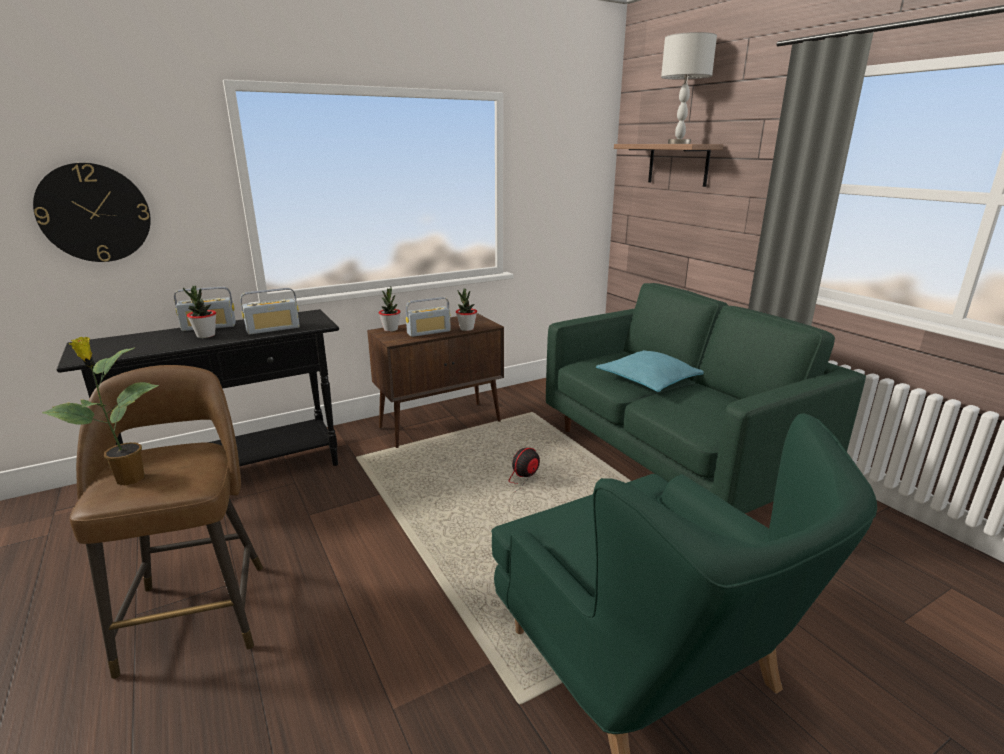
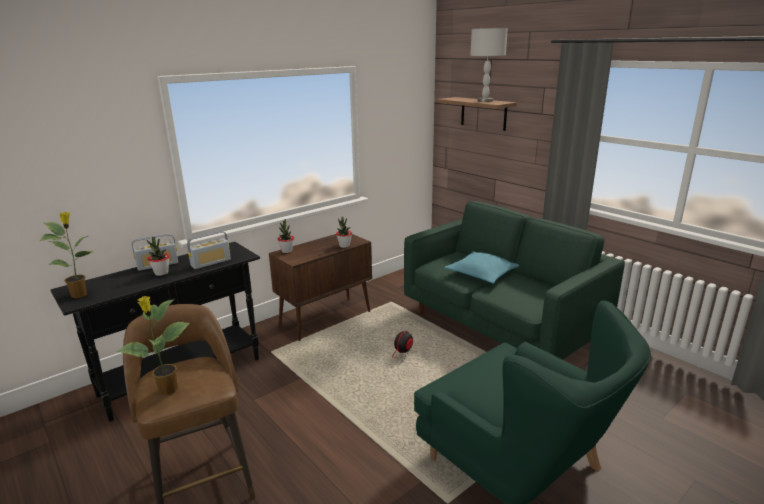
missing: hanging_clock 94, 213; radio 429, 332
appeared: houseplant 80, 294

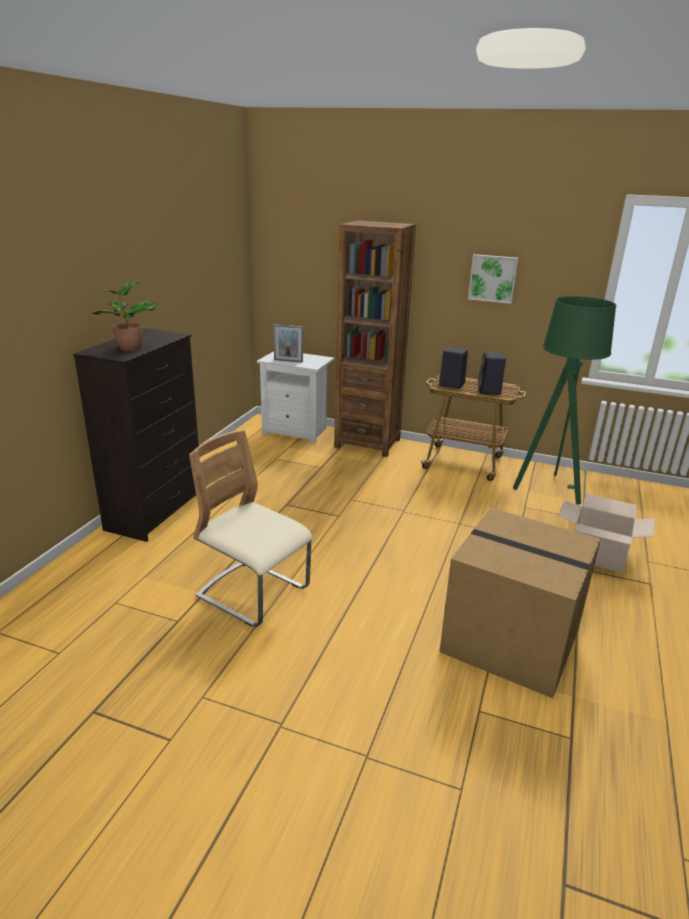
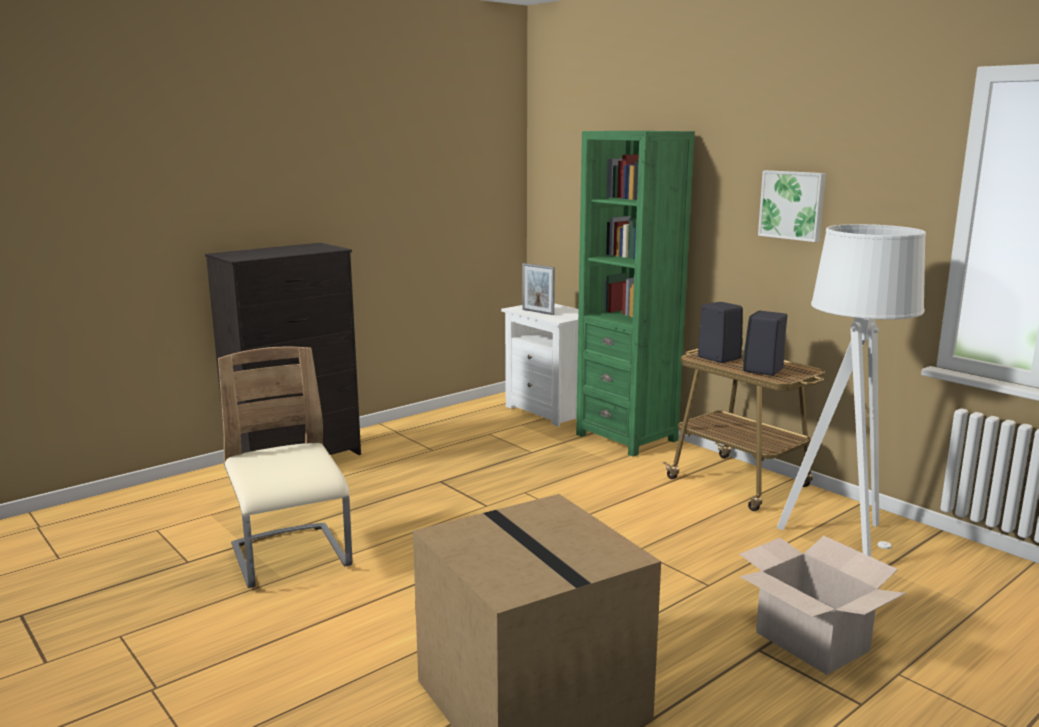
missing: houseplant 129, 348
colour: brown-coloured_bookcase 367, 443 to greenish_bookcase 626, 437; greenish_floor_lamp 549, 489 to whitish_floor_lamp 840, 540

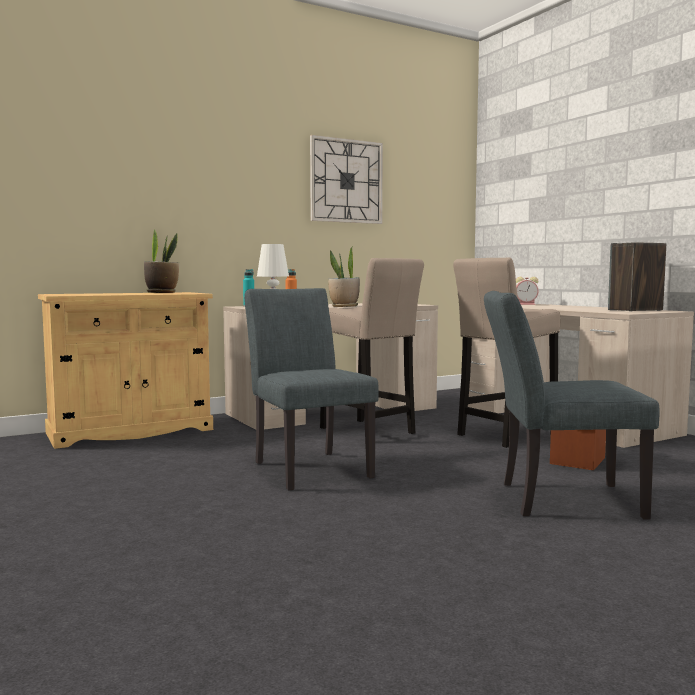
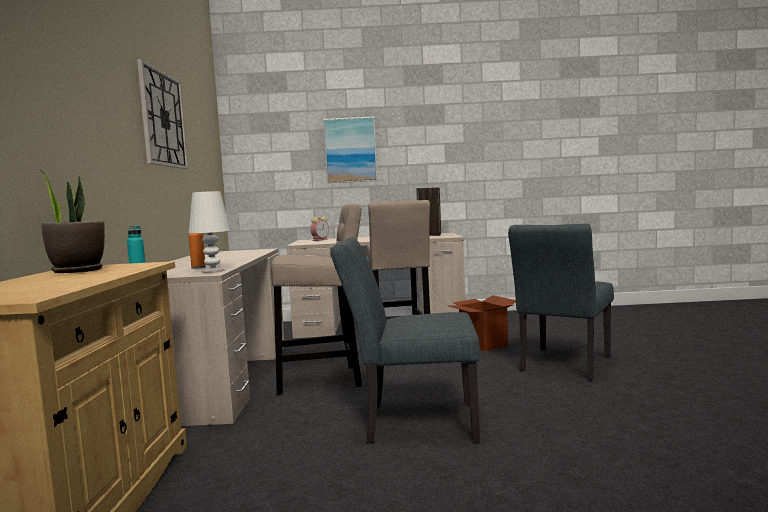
missing: houseplant 344, 306
appeared: wall_picture 350, 150

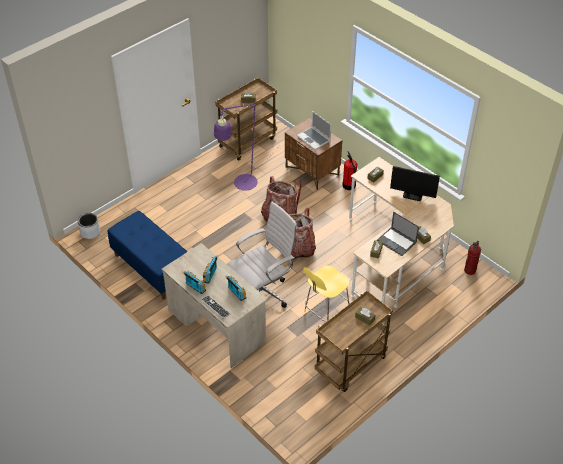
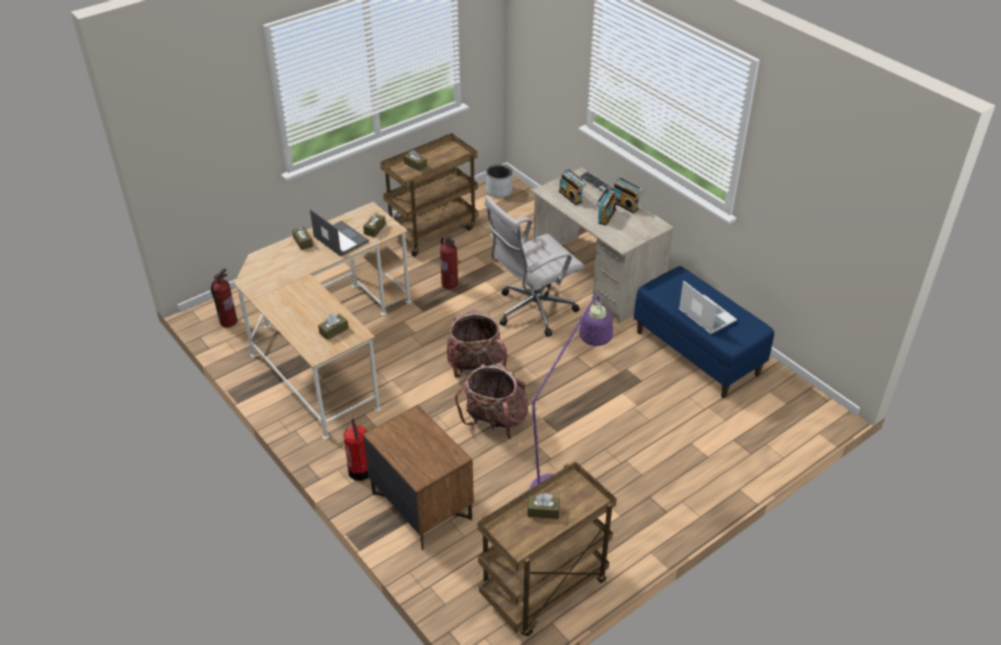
missing: computer_display 412, 195
relocated: gray_plant_pot 90, 232 to 499, 191; portable_computer 314, 139 to 705, 315
exchanged: yellowish_stool 325, 313 to fire-fighting_cylinder 450, 284

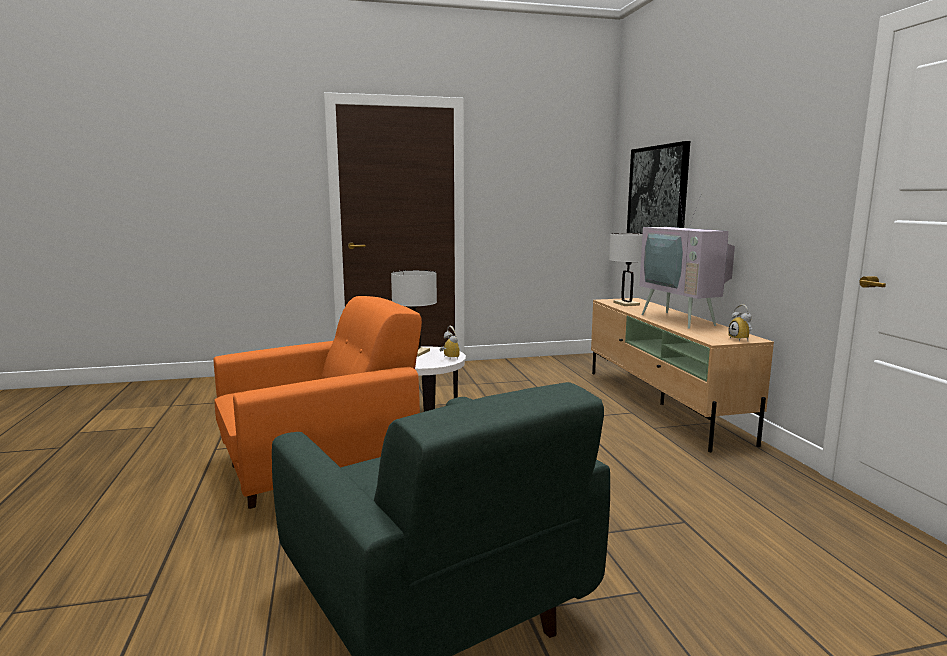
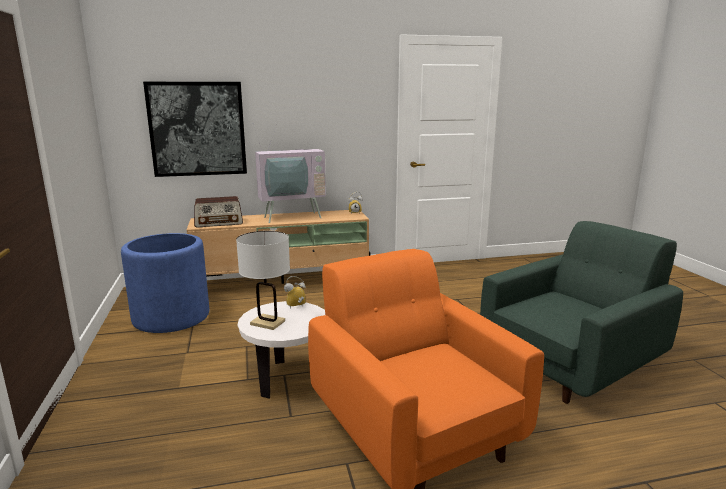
appeared: blue-coloured_plant_pot 171, 317
exchanged: whitish_lamp_for_a_table 626, 304 to radio 219, 223

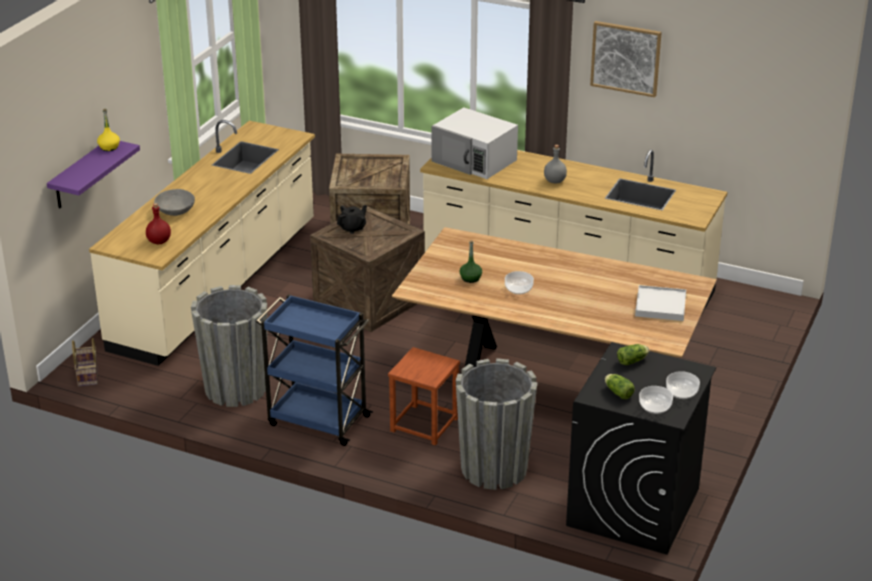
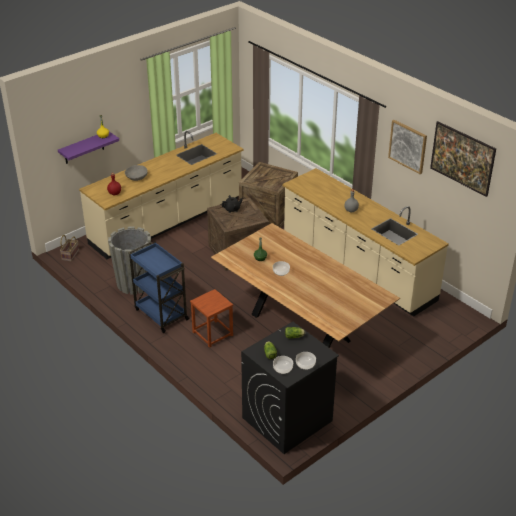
missing: whitish_microwave_oven 474, 160; gray_plant_pot 494, 469; whitish_tray 660, 305
appeared: wall_picture 460, 170

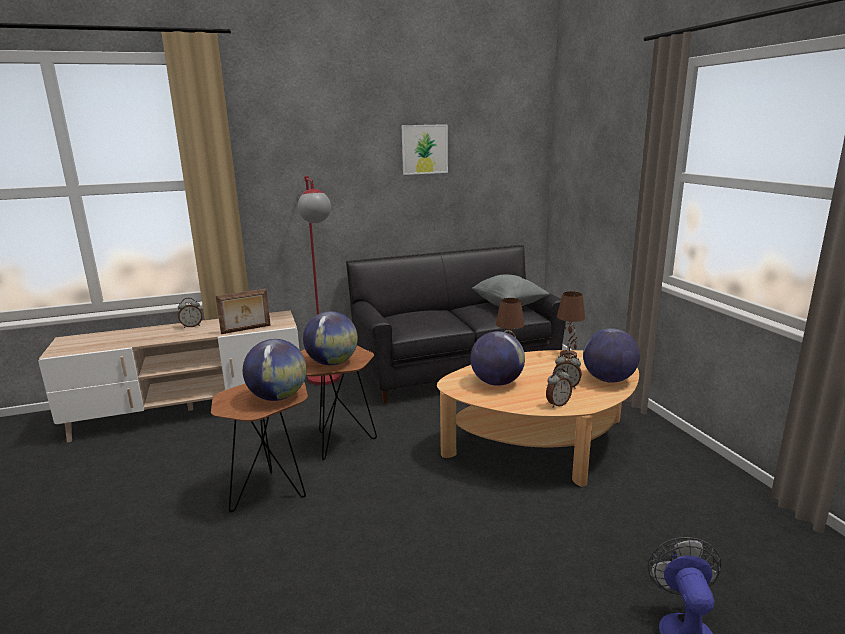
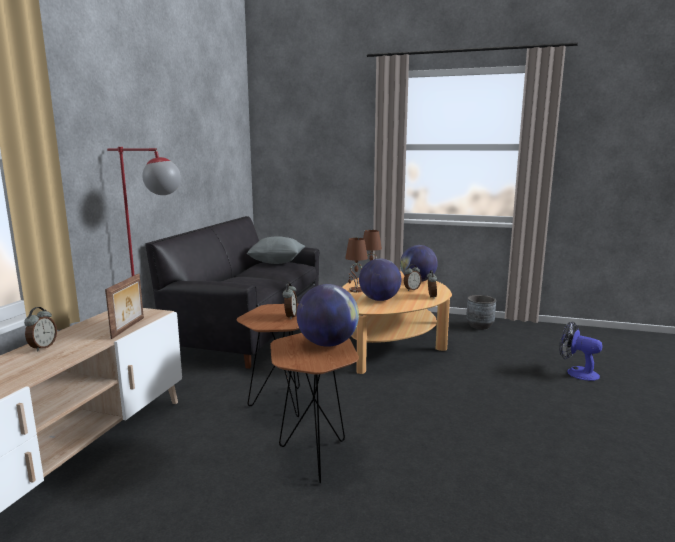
missing: wall_picture 424, 149
appeared: gray_plant_pot 480, 326
exchanged: globe 332, 363 to table_clock 290, 316

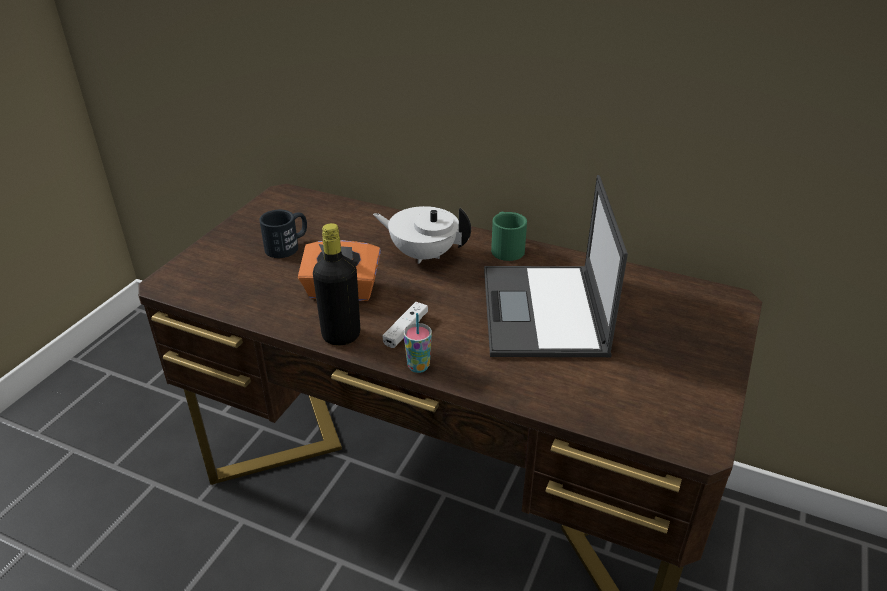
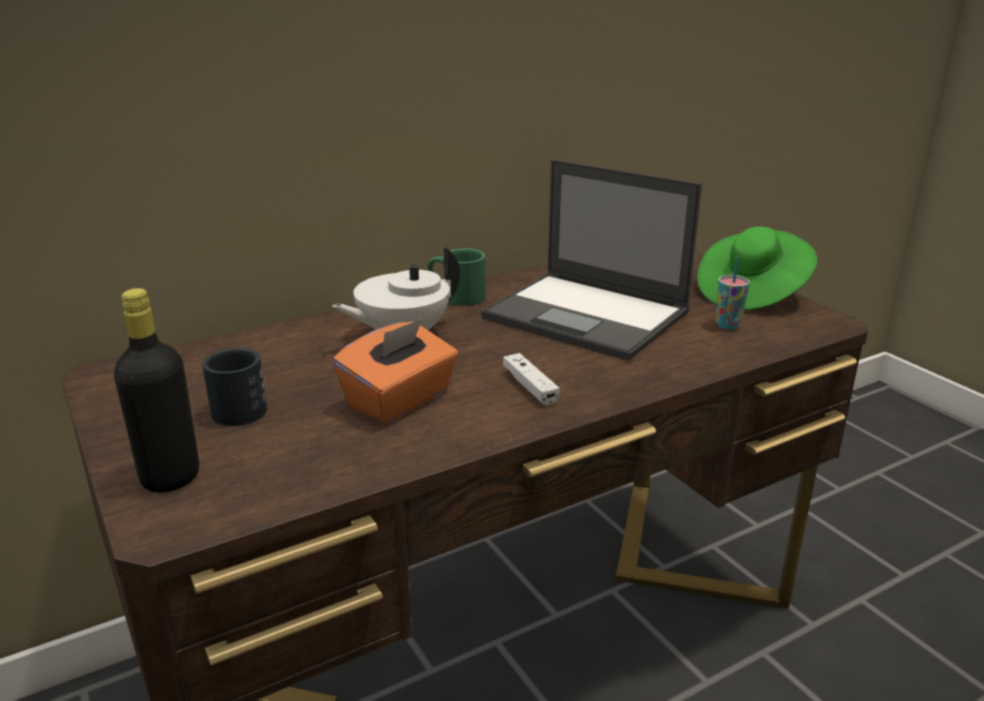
appeared: greenish_hat 751, 293
relocated: black_bottle 341, 336 to 170, 477; drinking_cup 418, 366 to 728, 325

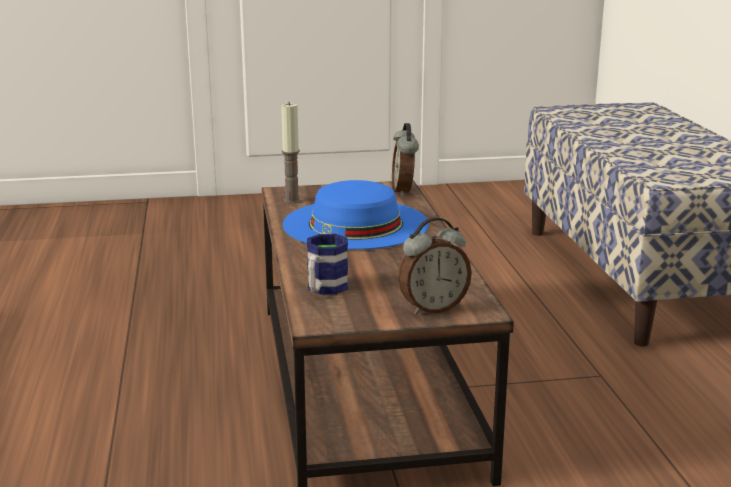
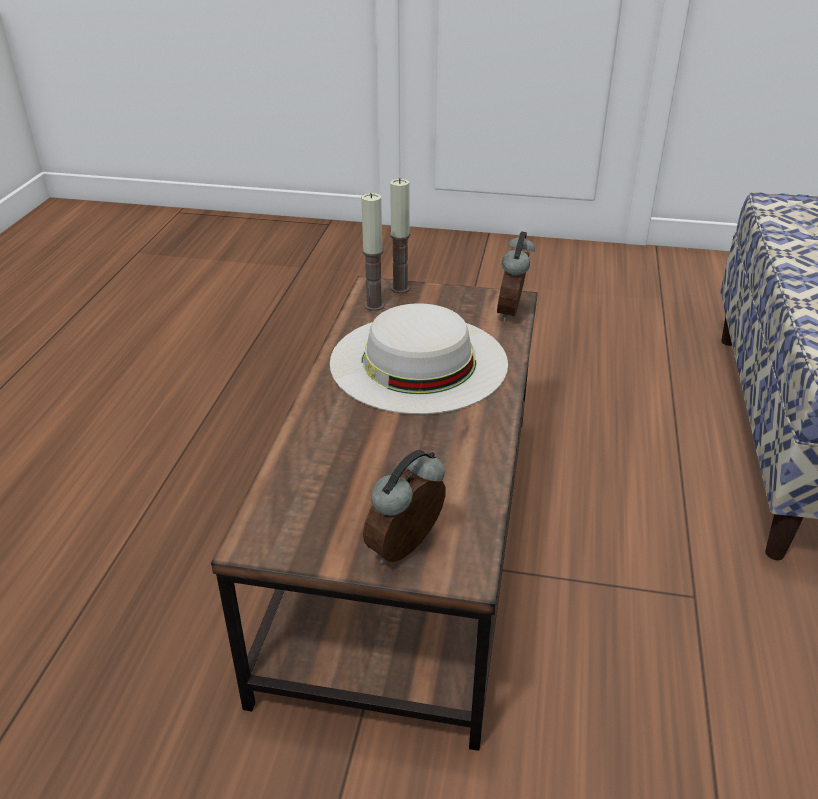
missing: tea_mug 324, 289
appeared: candle 400, 288
colour: blue-coloured_hat 355, 224 to whitish_hat 418, 362
spun: table_clock 433, 308 = 407, 550 135 degrees clockwise

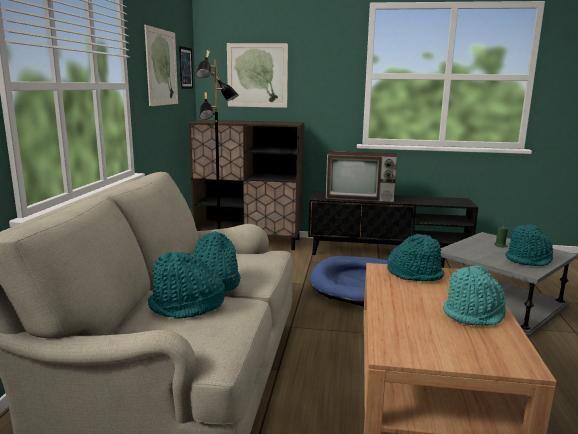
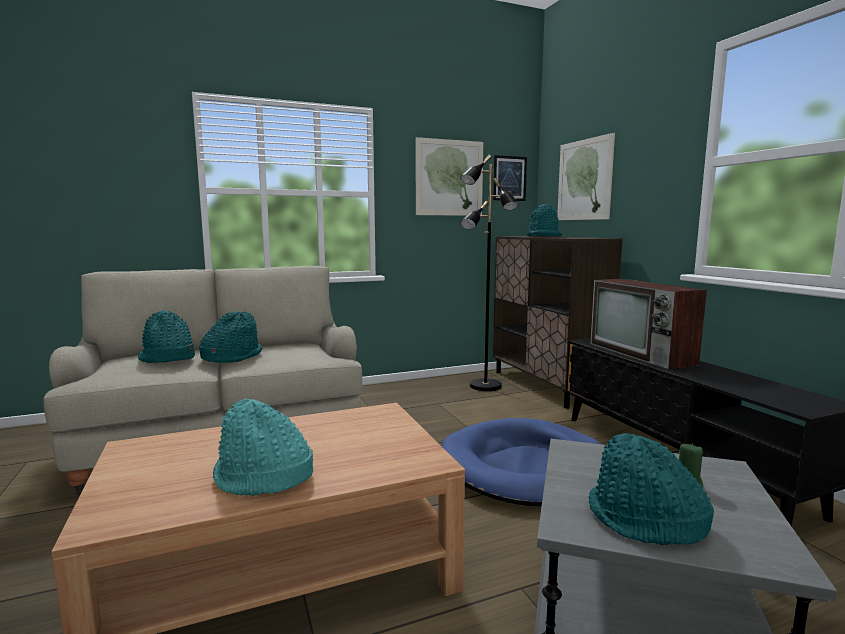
relocated: blue-green_hat 415, 274 to 544, 236

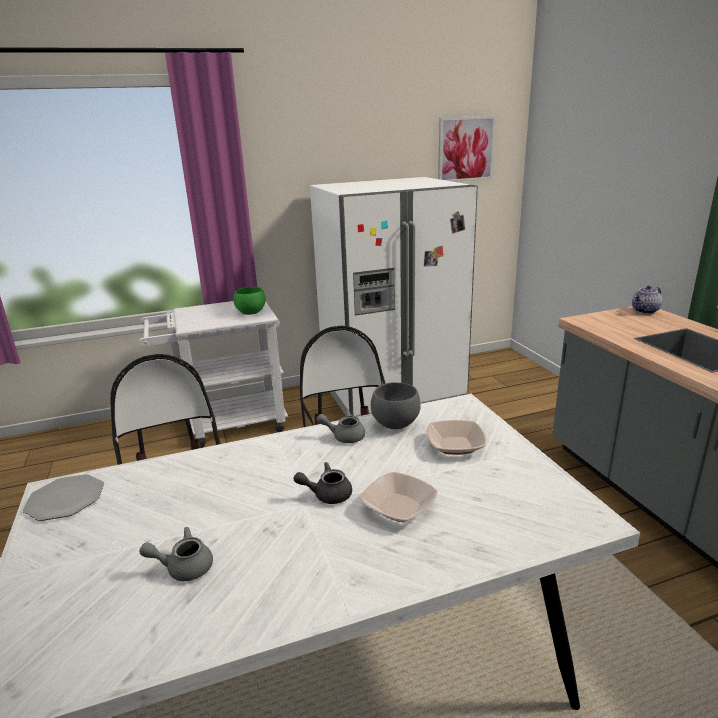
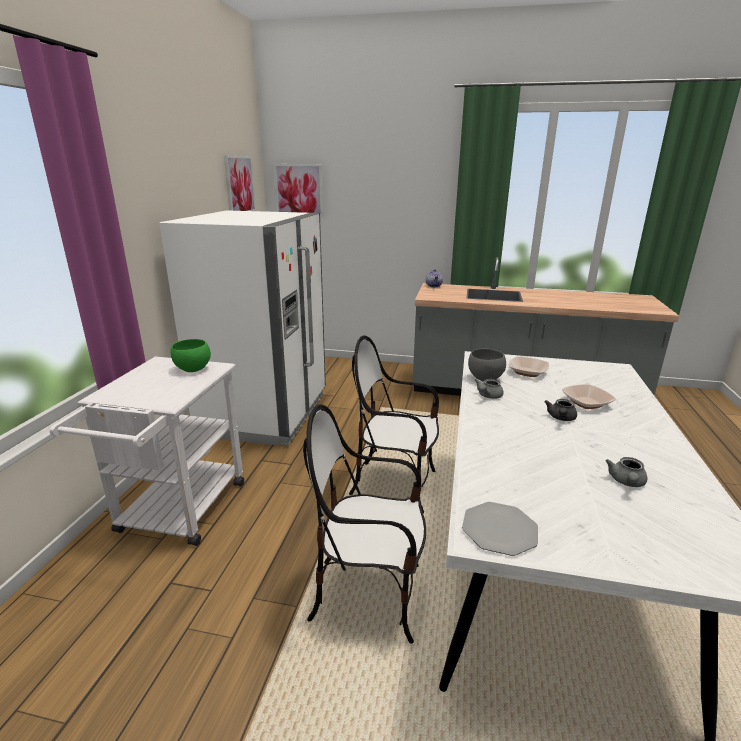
appeared: wall_picture 299, 190

